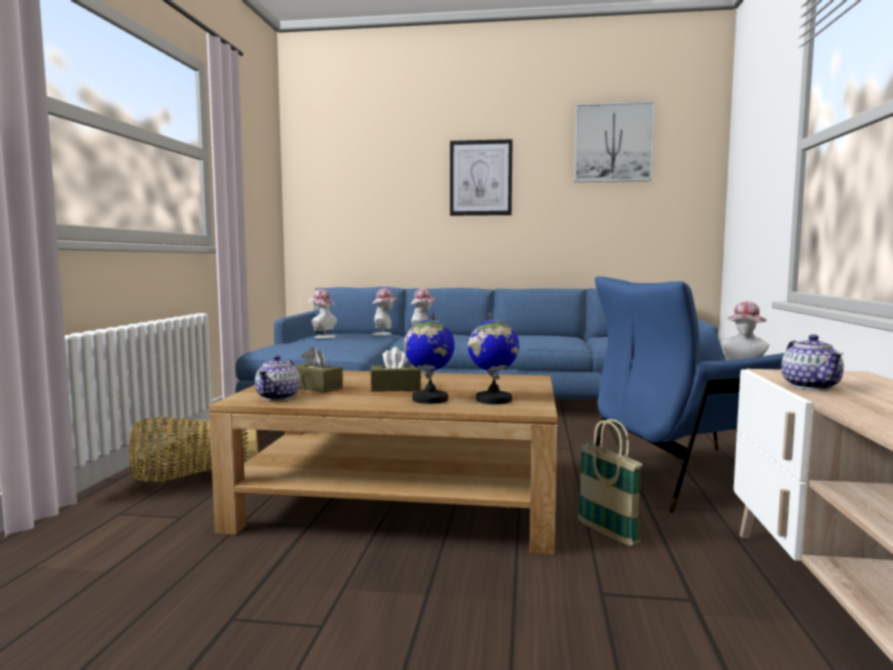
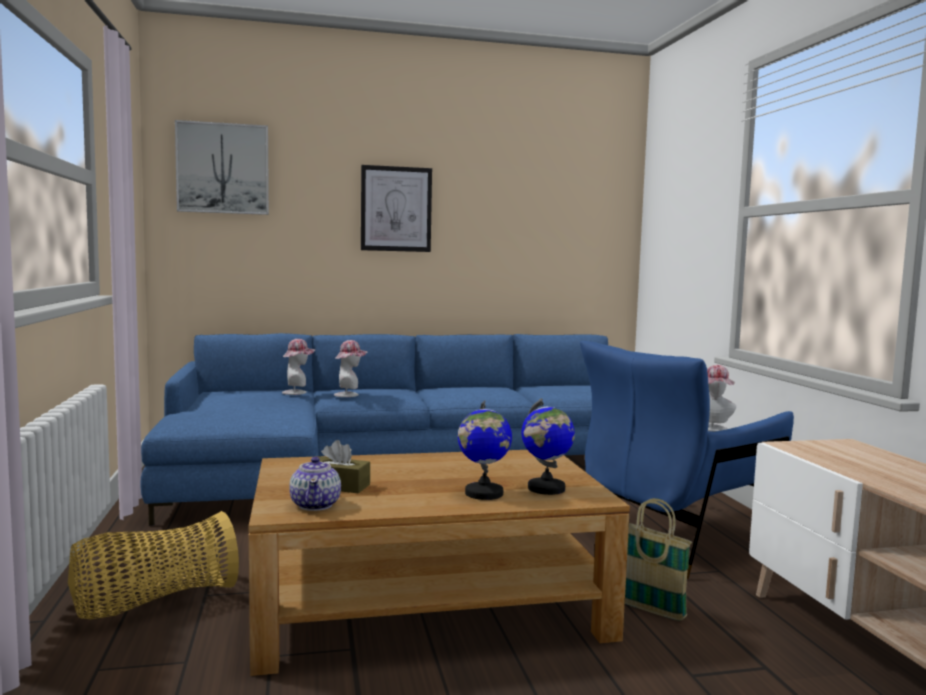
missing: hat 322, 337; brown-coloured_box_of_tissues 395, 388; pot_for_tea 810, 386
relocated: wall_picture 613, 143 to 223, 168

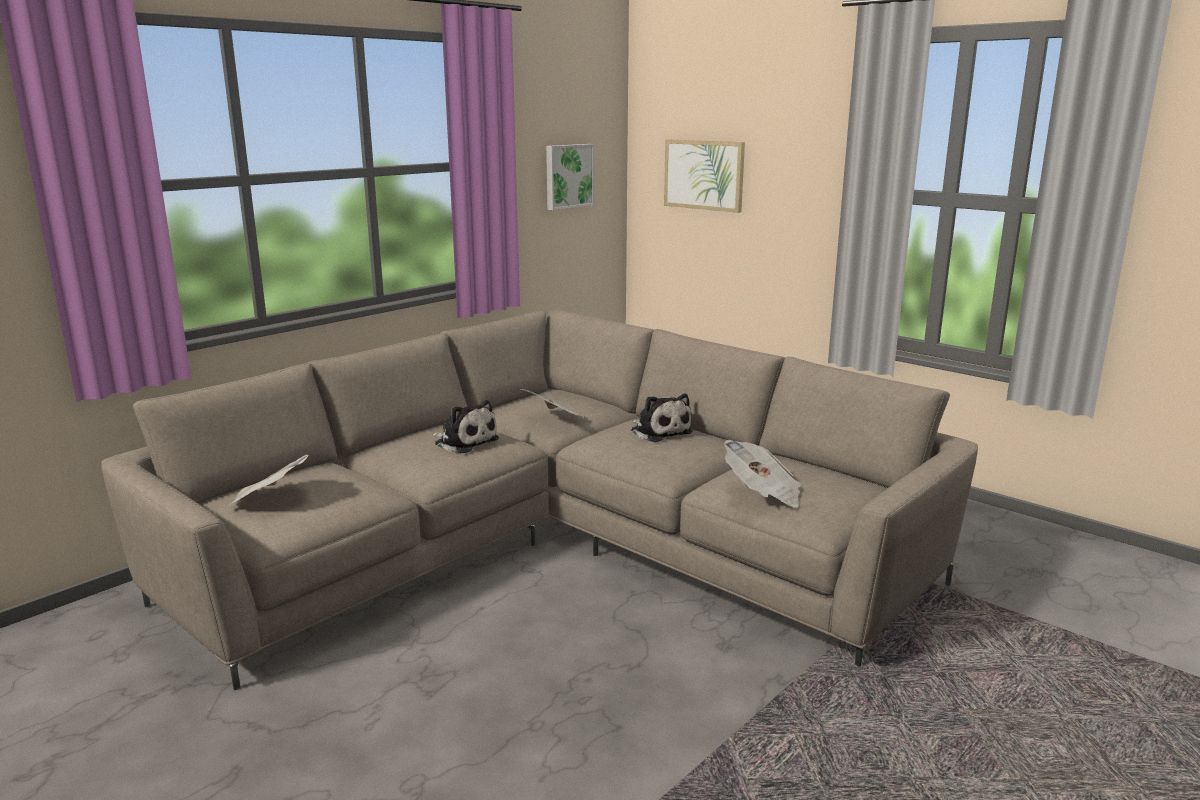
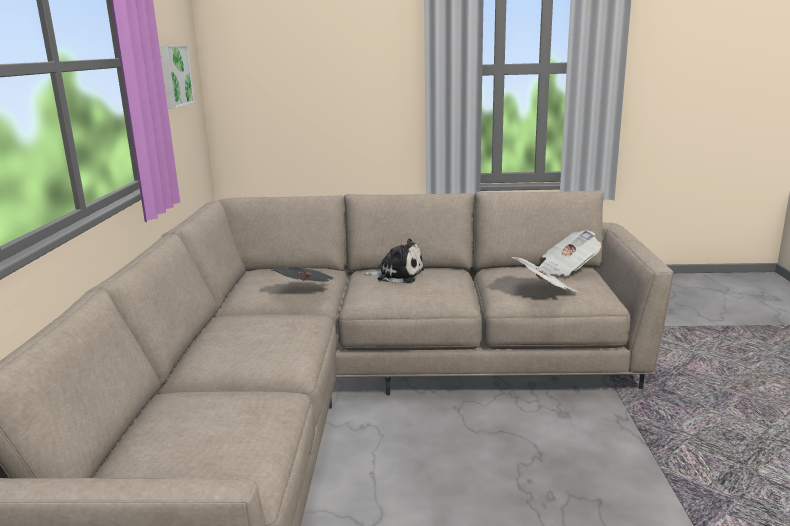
missing: plush_toy 464, 442; wall_picture 704, 175
relocated: newspaper 271, 500 to 566, 269

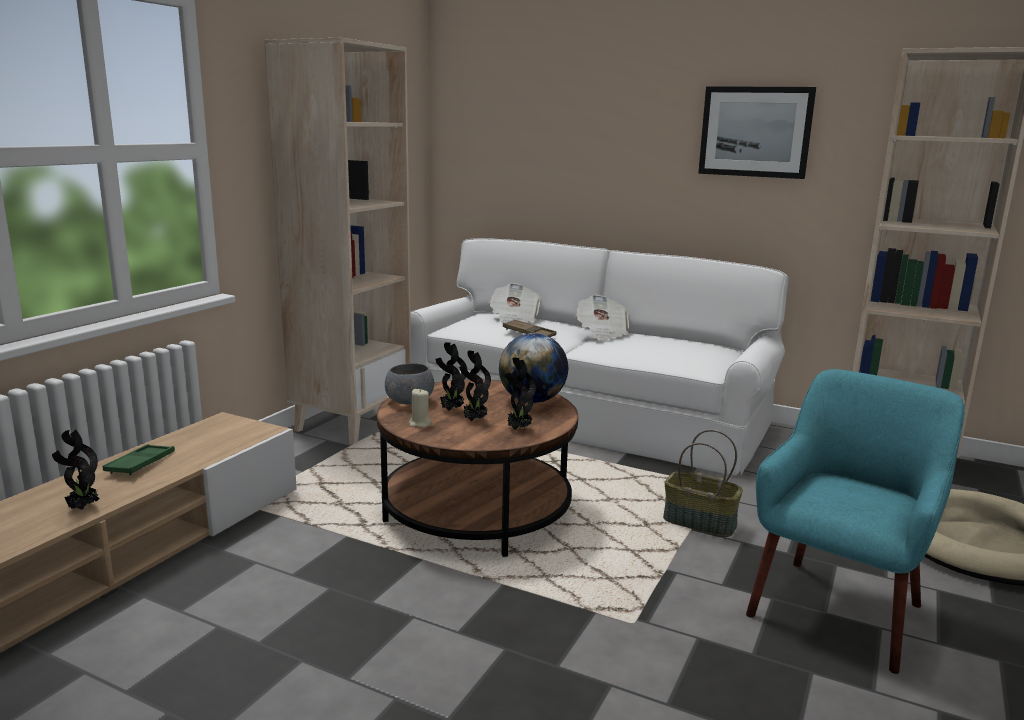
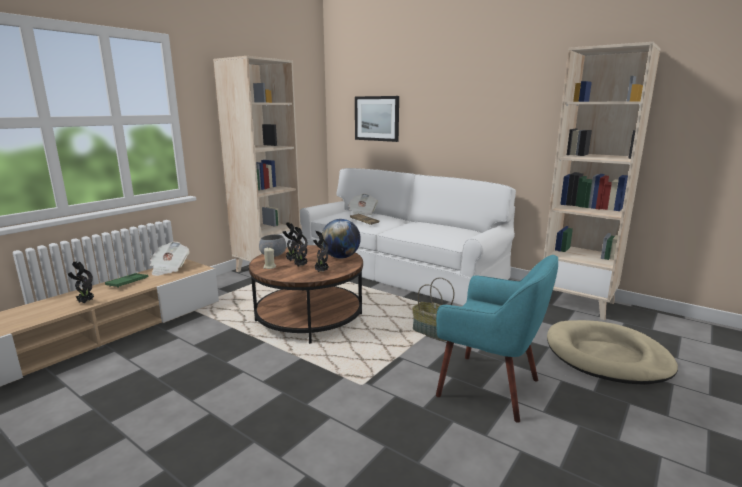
relocated: newspaper 602, 332 to 169, 269; wall_picture 755, 132 to 377, 118
spun: blue-green_armchair 838, 610 = 490, 387 75 degrees clockwise

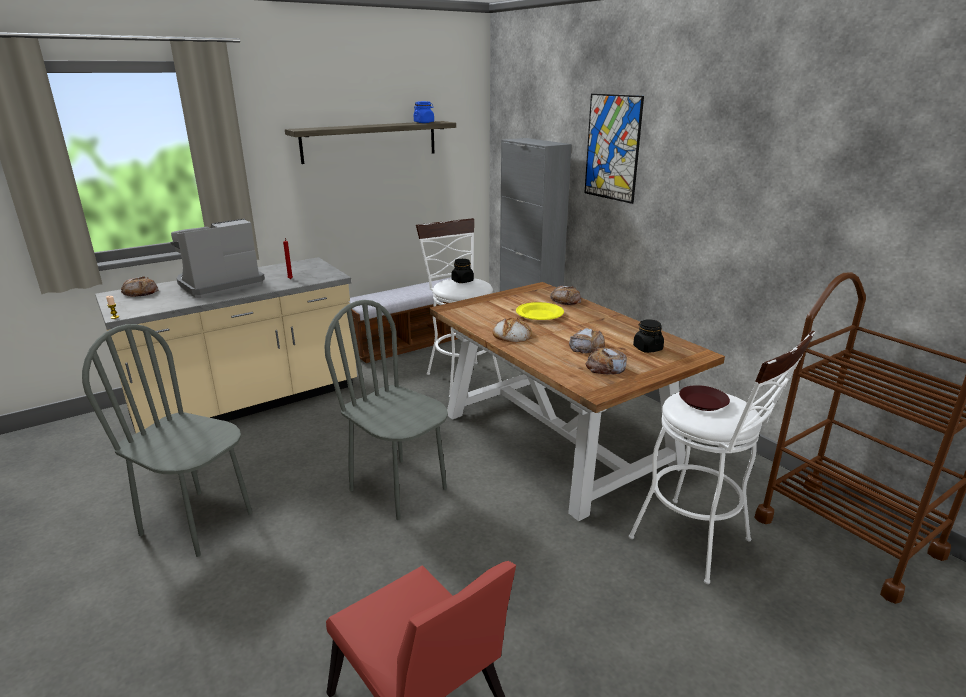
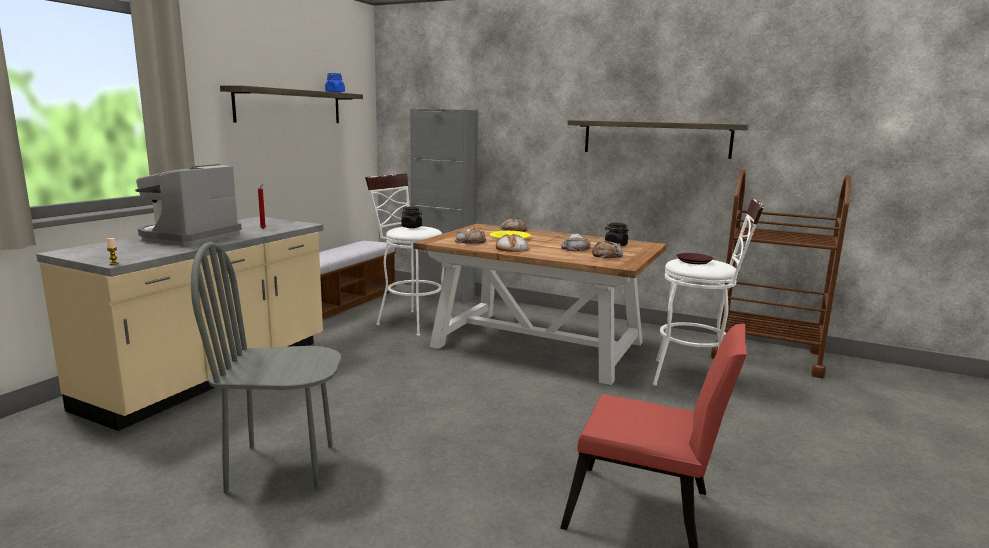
missing: gray_plain_chair 399, 488; wall_picture 612, 148
appeared: wall_shelf 656, 138
relocated: bakery_bread 140, 292 to 470, 242

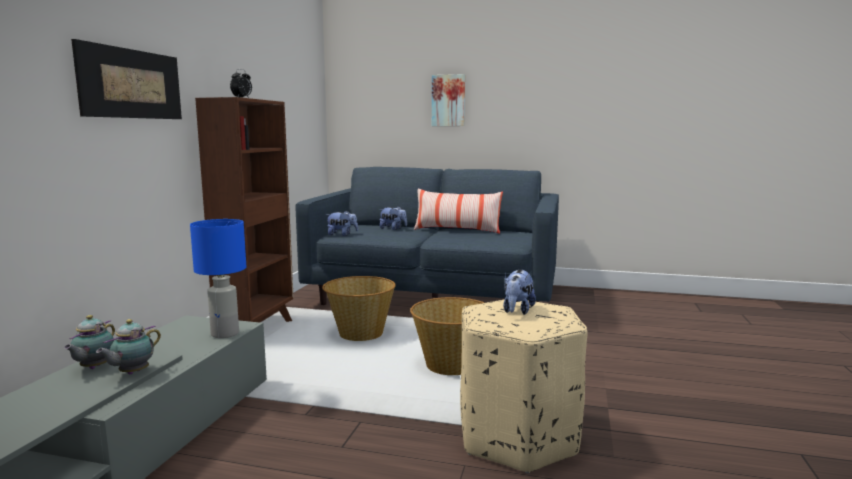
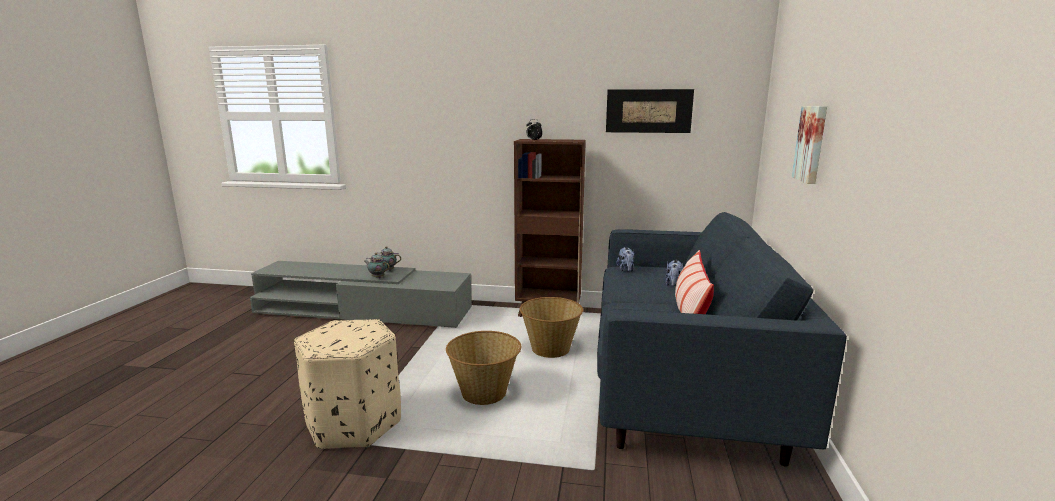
missing: blue-coloured_lamp_for_a_table 225, 334; plush_toy 517, 311
relocated: wall_picture 131, 84 to 648, 111

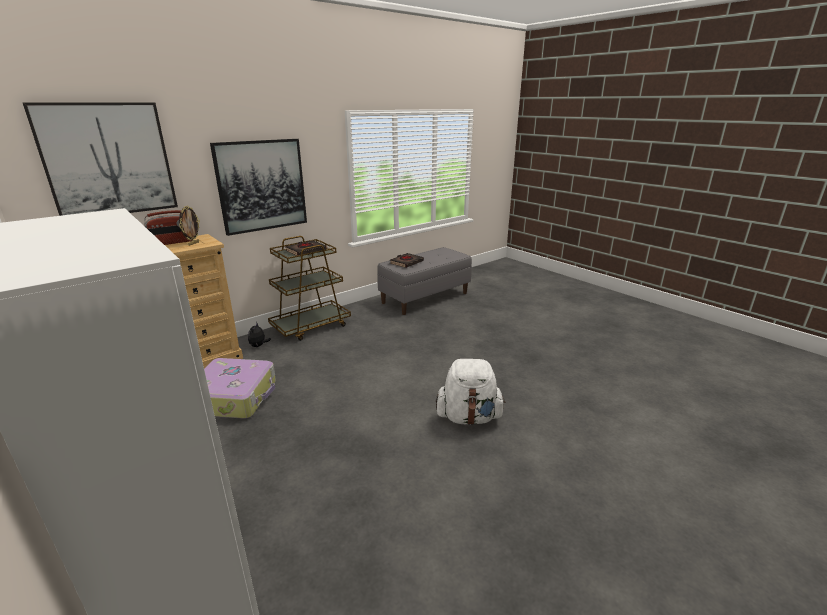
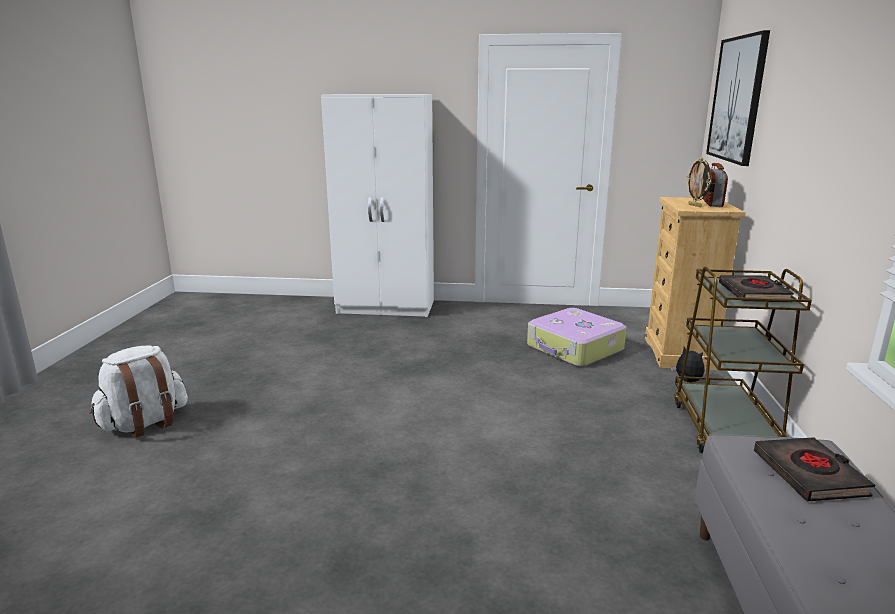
missing: wall_picture 262, 186
relocated: whitish_backpack 468, 417 to 145, 424

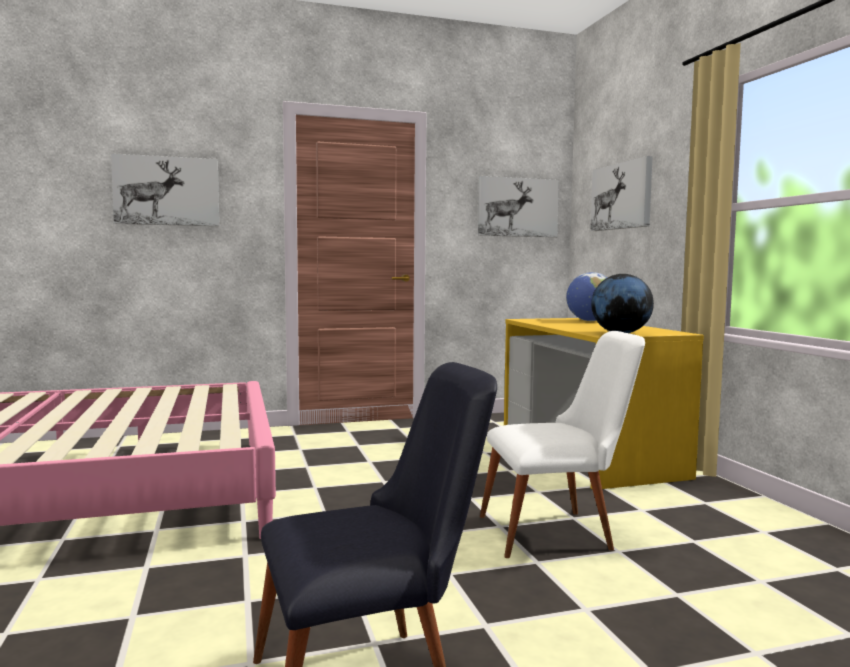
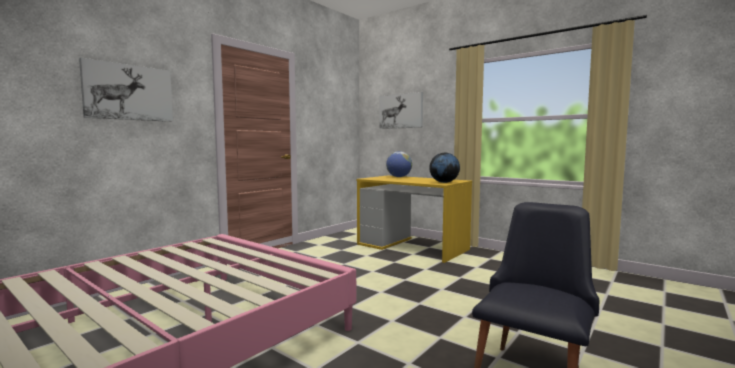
missing: wall_picture 517, 207; whitish_plain_chair 558, 533

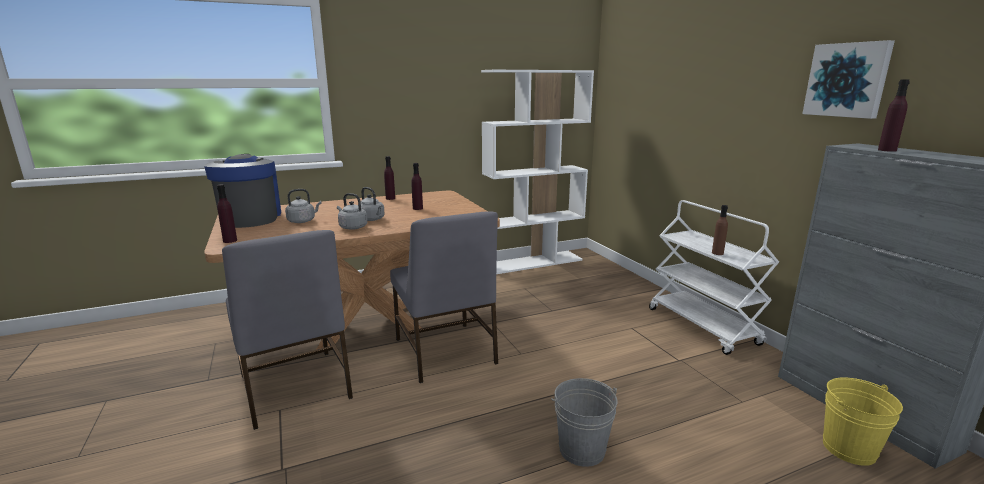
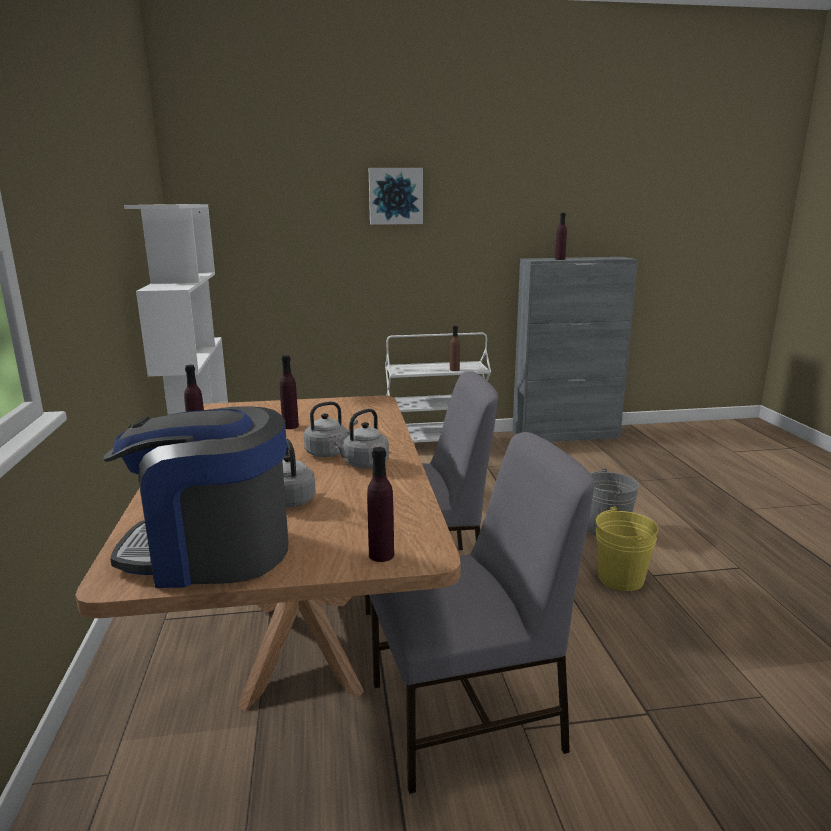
relocated: wall_picture 847, 80 to 395, 196; yellowish_water_bucket 849, 448 to 620, 578

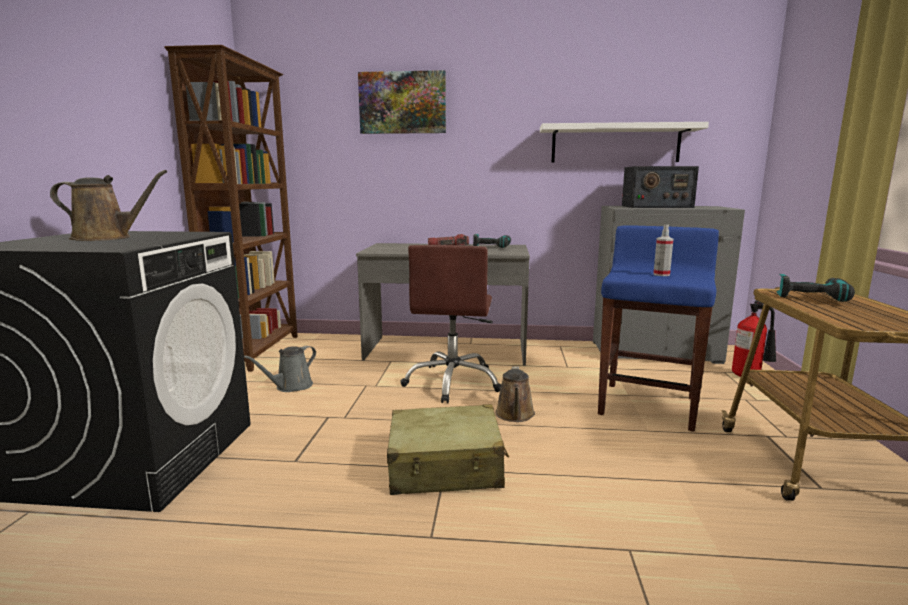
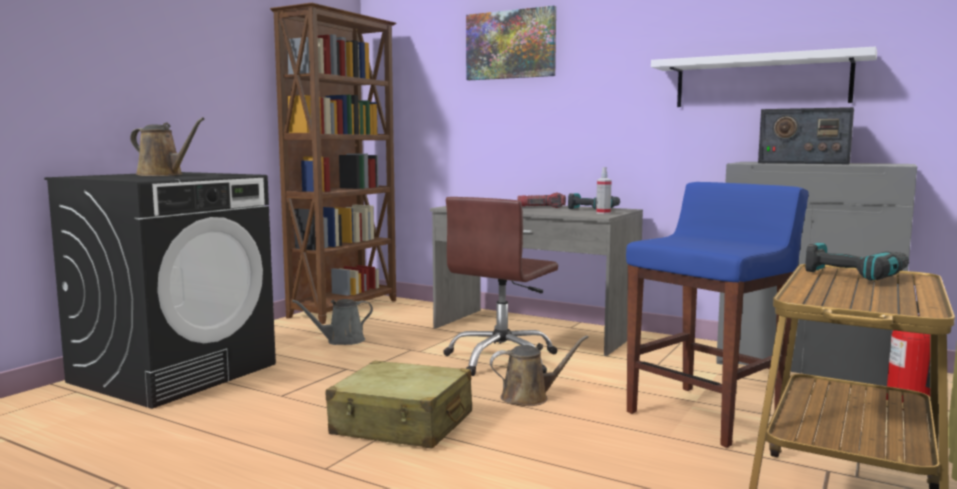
relocated: spray_bottle 661, 274 to 603, 213
spun: brown-coloured_watering_can 515, 415 = 529, 397 135 degrees counterclockwise

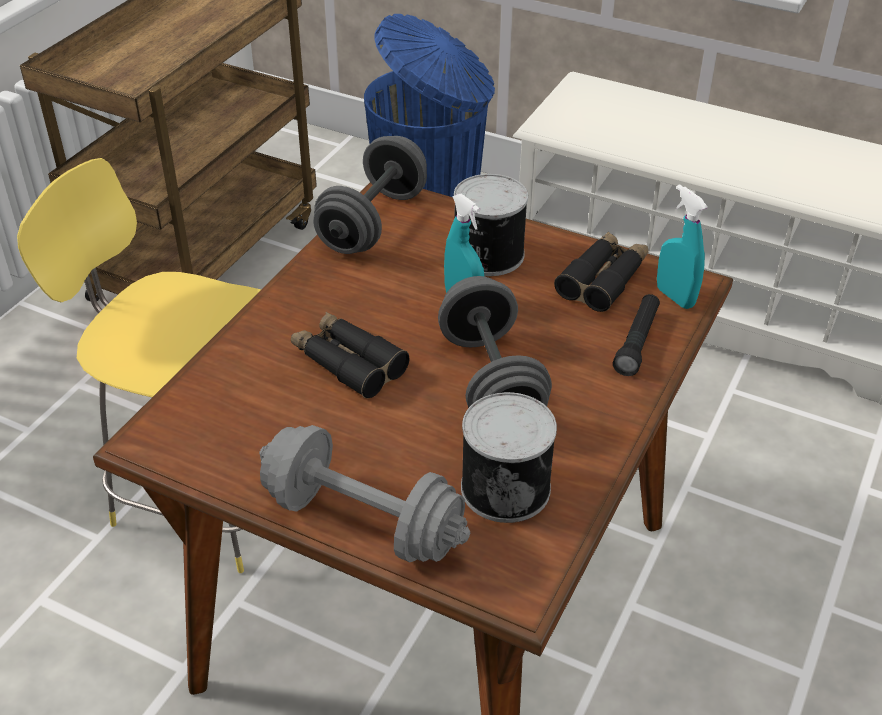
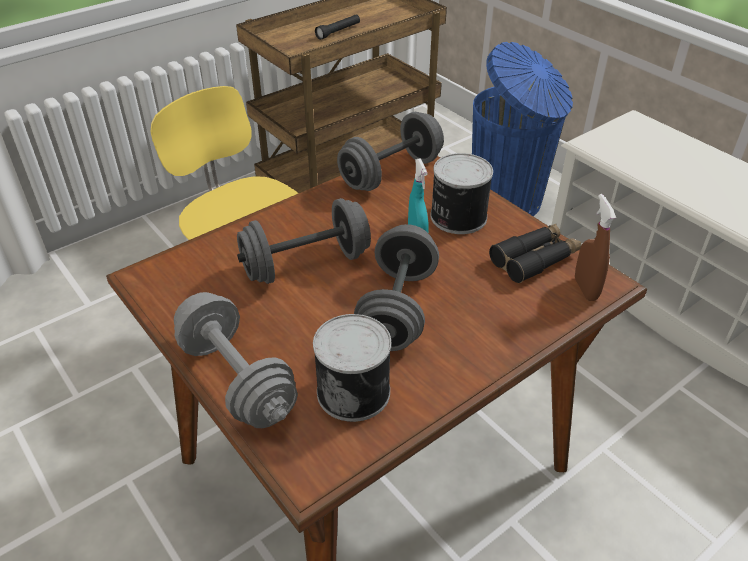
relocated: black_hand_torch 637, 342 to 338, 32
exchanged: black_binoculars 348, 362 to gray_dumbbell 306, 264
colour: blue-green_spray_bottle 675, 297 to brown-coloured_spray_bottle 585, 289

